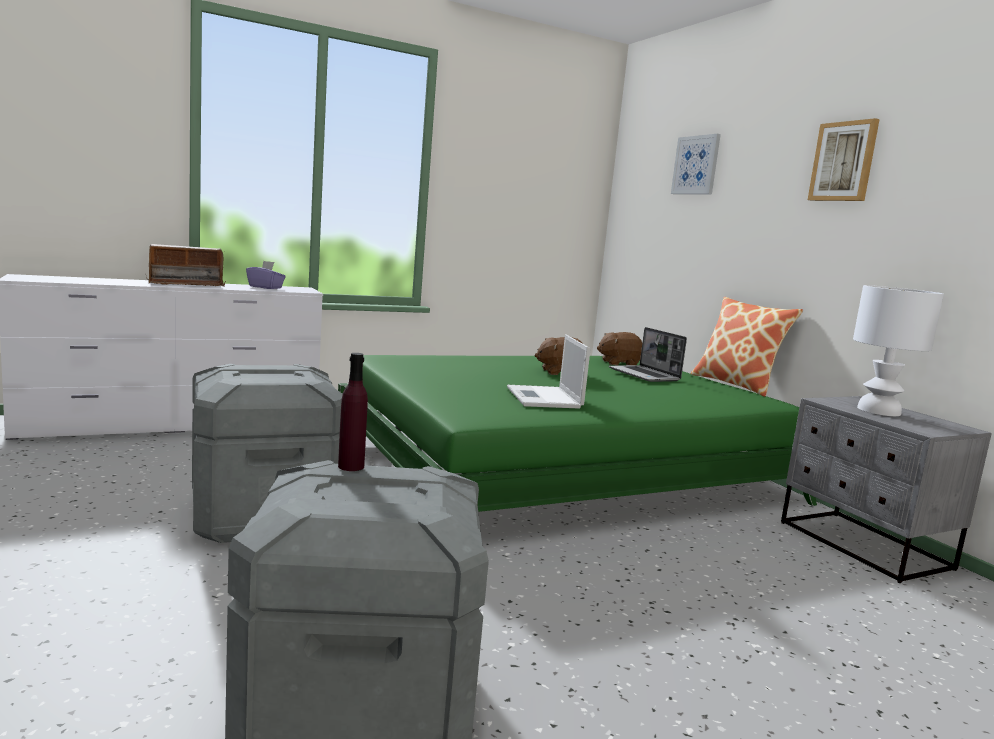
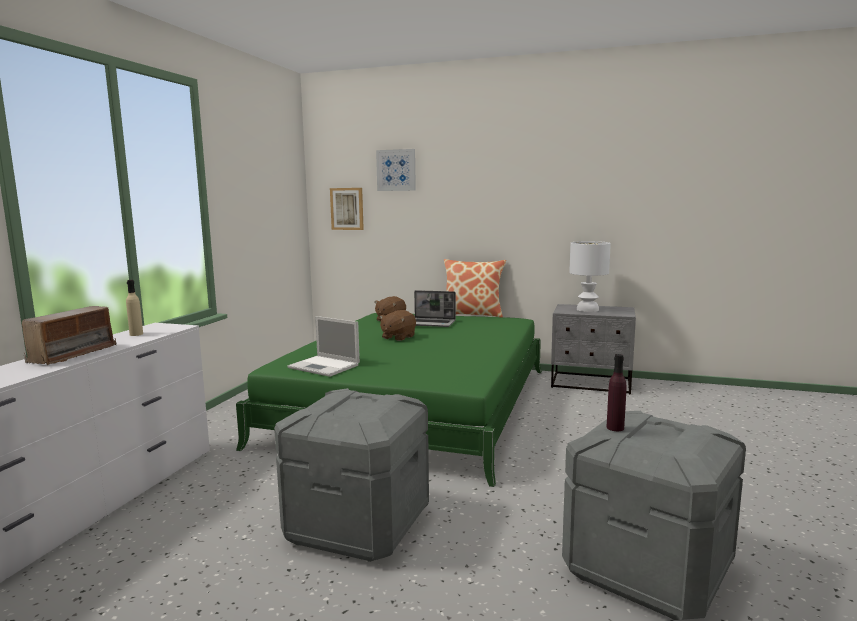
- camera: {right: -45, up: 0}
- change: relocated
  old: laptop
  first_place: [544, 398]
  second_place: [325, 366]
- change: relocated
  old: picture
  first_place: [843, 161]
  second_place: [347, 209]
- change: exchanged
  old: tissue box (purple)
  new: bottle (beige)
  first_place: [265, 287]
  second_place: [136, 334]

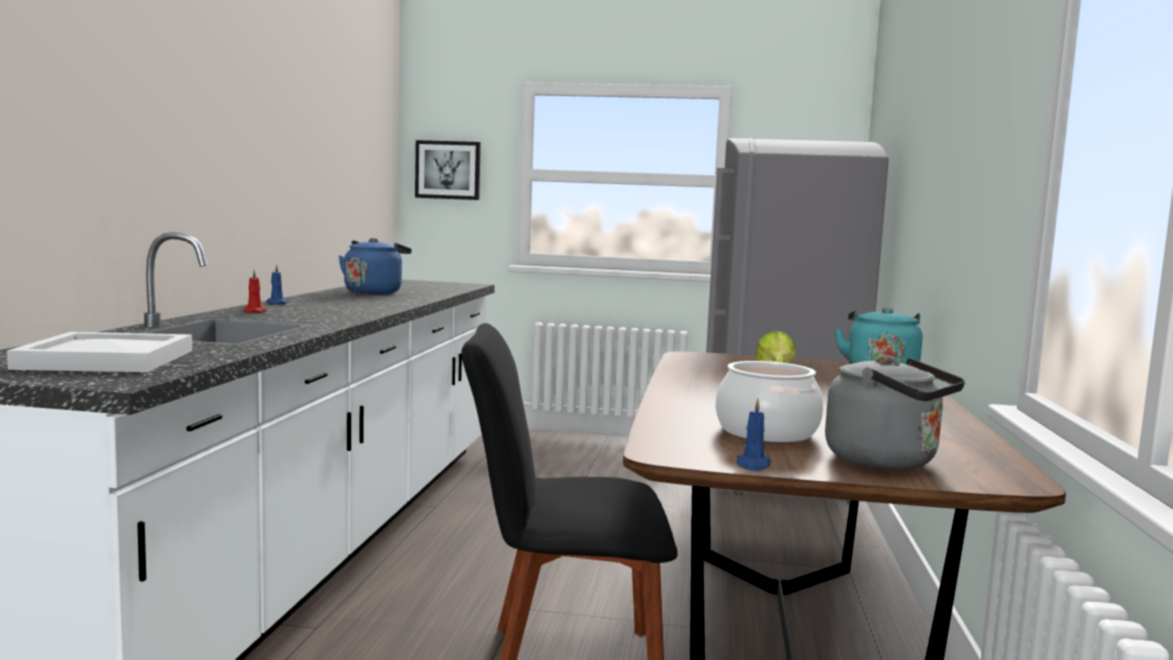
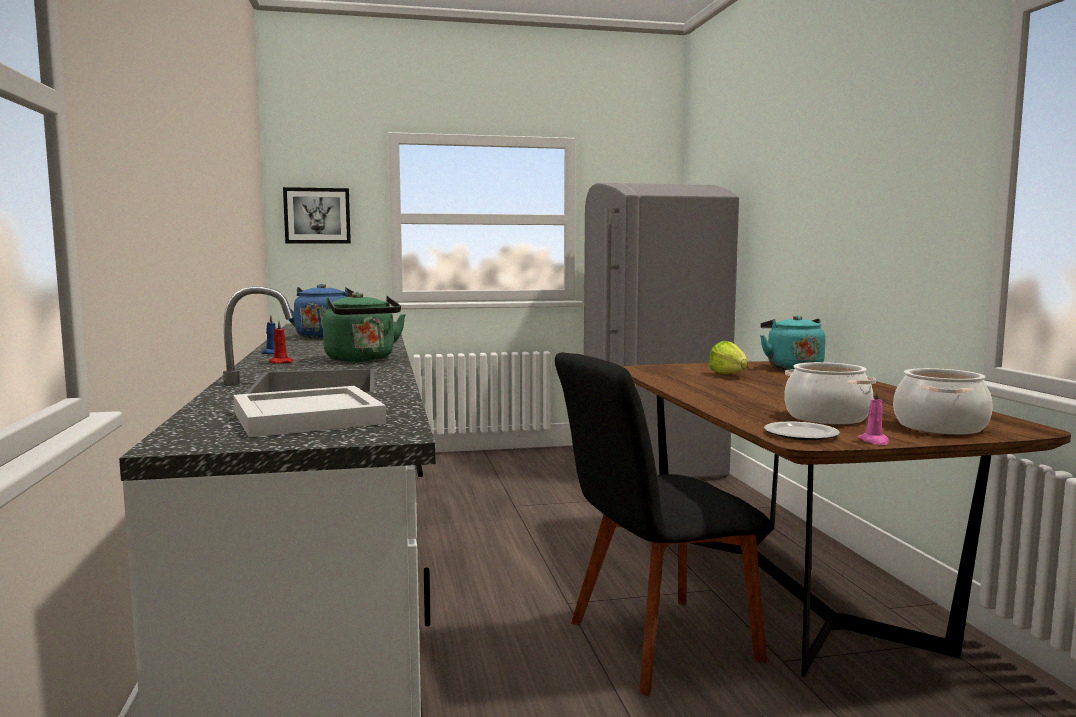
- camera: {right: -20, up: 0}
- change: appeared
  new: kettle (green)
  second_place: [362, 360]
- change: appeared
  new: plate
  second_place: [801, 434]
- change: exchanged
  old: kettle (grey)
  new: cooking pot
  first_place: [887, 461]
  second_place: [940, 427]
- change: colour
  old: candle (blue)
  new: candle (pink)
  first_place: [753, 465]
  second_place: [874, 441]

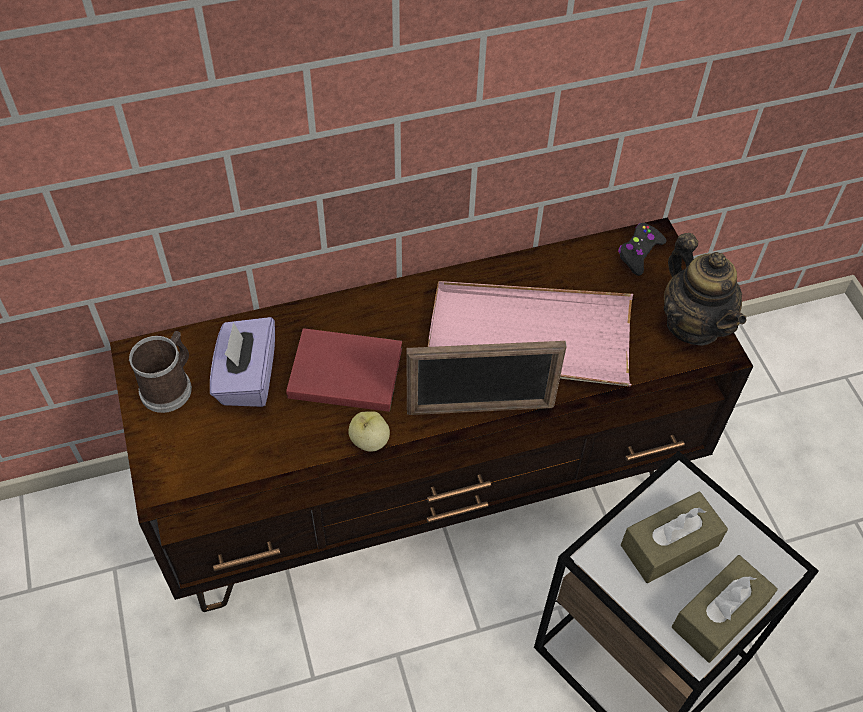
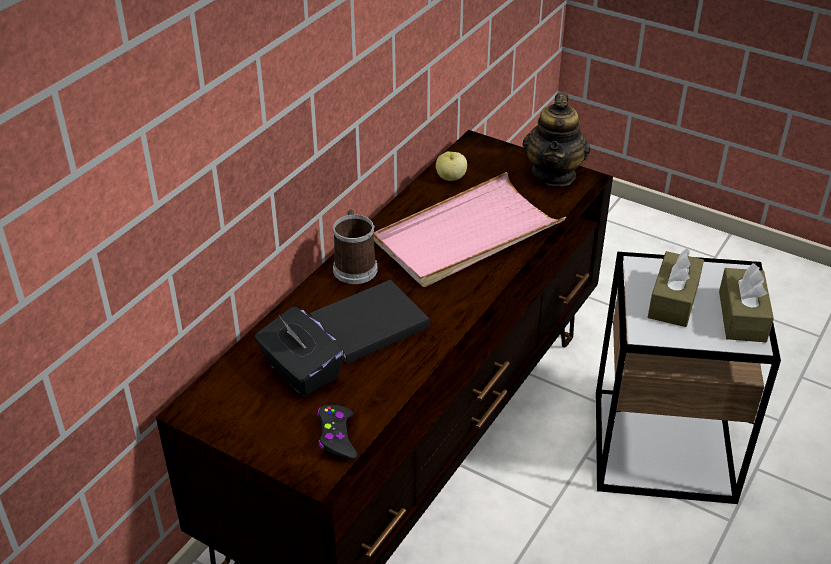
- camera: {right: -40, up: -15}
- change: missing
  old: picture frame
  first_place: [480, 409]
- change: relocated
  old: mug
  first_place: [170, 386]
  second_place: [354, 266]
- change: relocated
  old: apple
  first_place: [369, 441]
  second_place: [450, 178]
- change: relocated
  old: game controller (black)
  first_place: [639, 253]
  second_place: [336, 437]
- change: colour
  old: tissue box (purple)
  new: tissue box (black)
  first_place: [247, 378]
  second_place: [300, 371]
- change: colour
  old: book (red)
  new: book (black)
  first_place: [343, 371]
  second_place: [366, 325]
- change: spun
  old: teapot
  first_place: [693, 324]
  second_place: [554, 174]
  degrees: 75

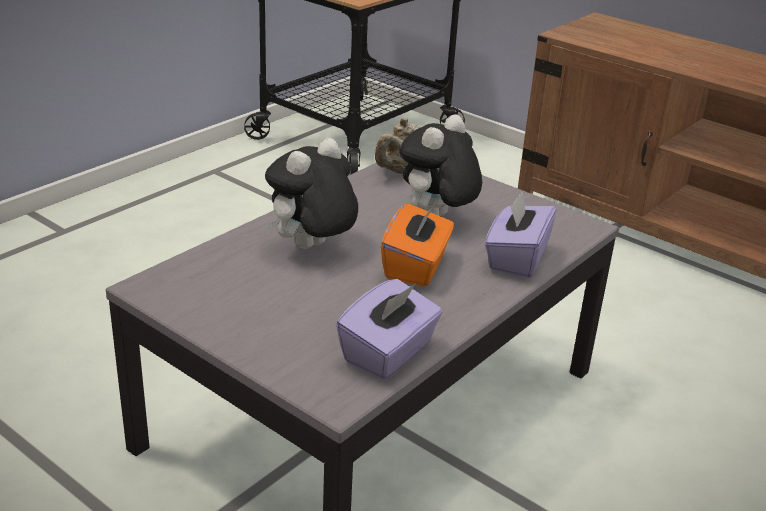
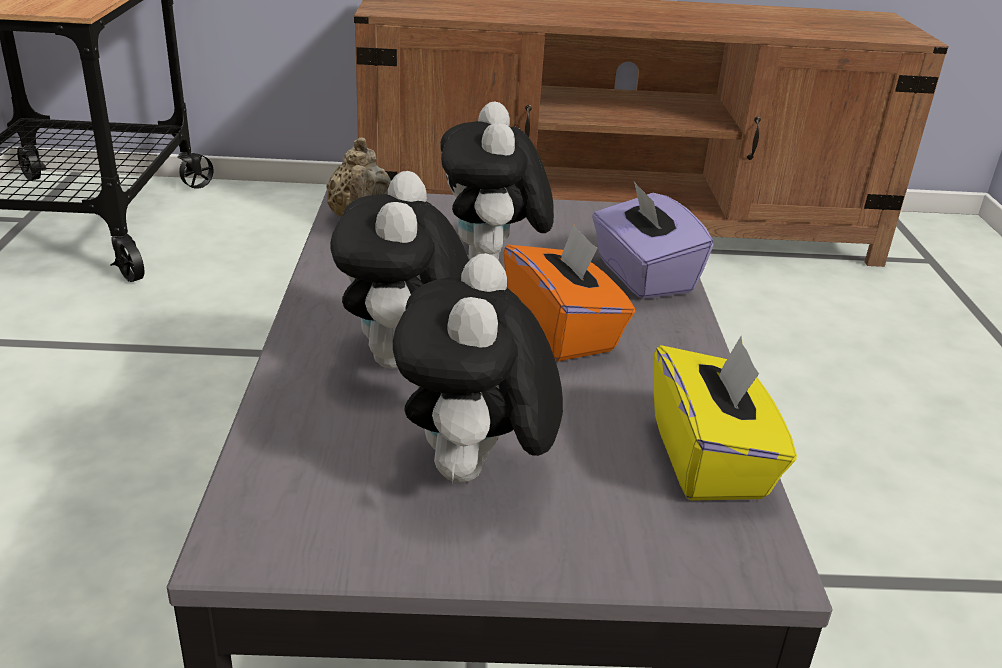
- camera: {right: -40, up: 0}
- change: appeared
  new: plush toy
  second_place: [474, 474]
- change: colour
  old: tissue box (purple)
  new: tissue box (yellow)
  first_place: [389, 353]
  second_place: [710, 460]

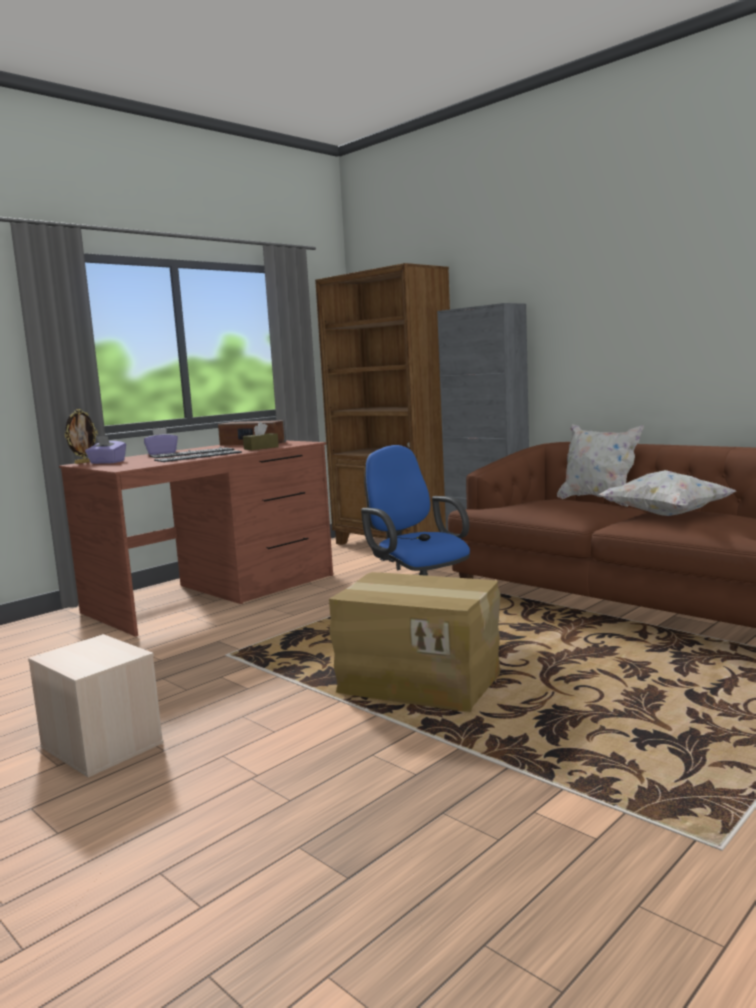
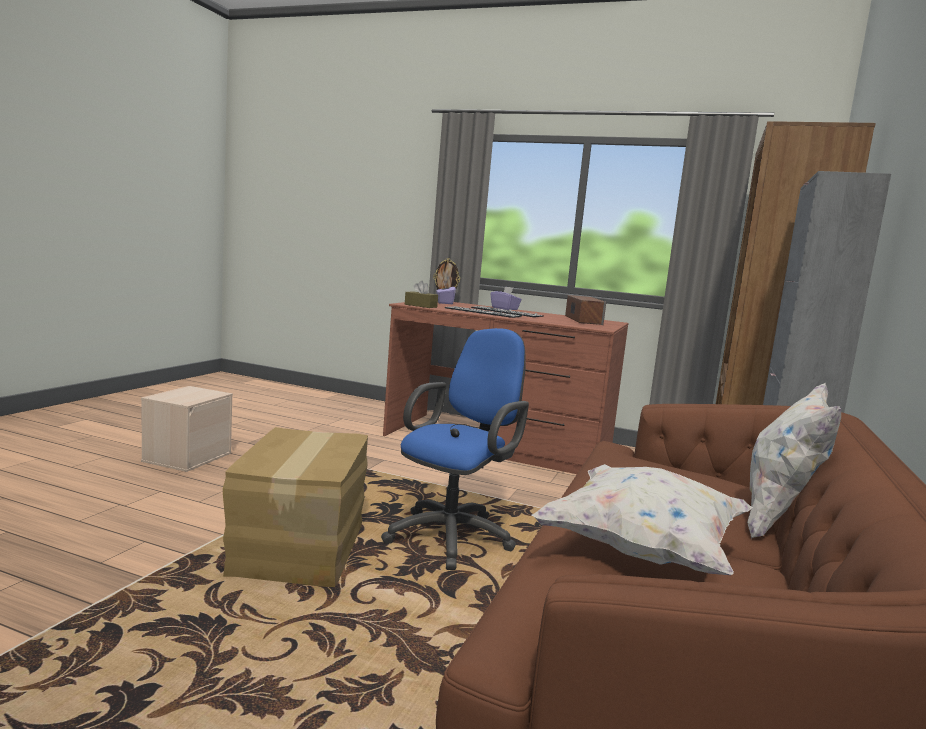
- camera: {right: 65, up: 0}
- change: relocated
  old: tissue box (brown)
  first_place: [261, 448]
  second_place: [420, 306]

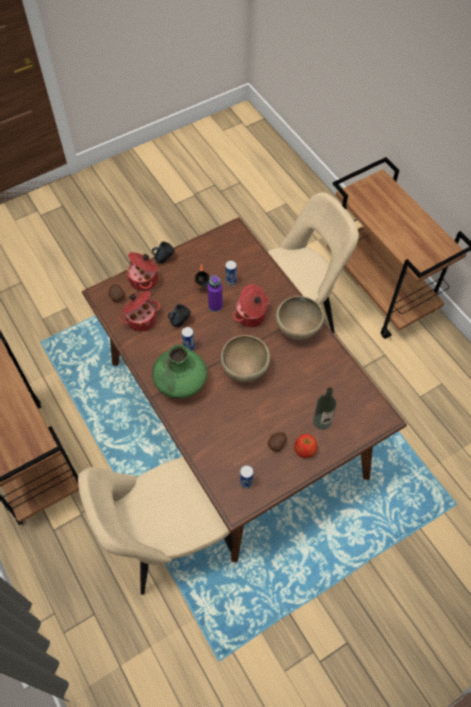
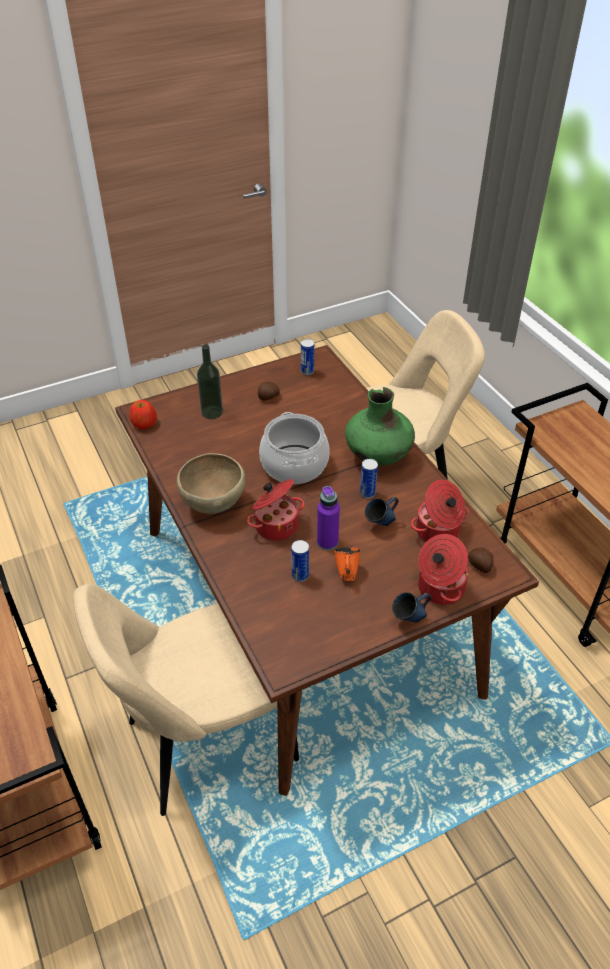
- camera: {right: -175, up: -15}
- change: relocated
  old: apple
  first_place: [305, 449]
  second_place: [144, 423]
- change: exchanged
  old: bowl (brown)
  new: cooking pot
  first_place: [244, 370]
  second_place: [295, 465]

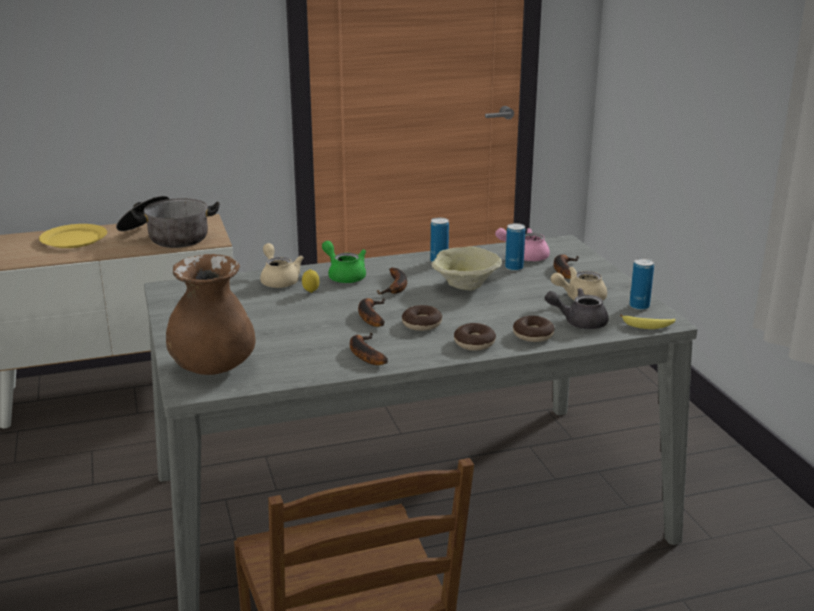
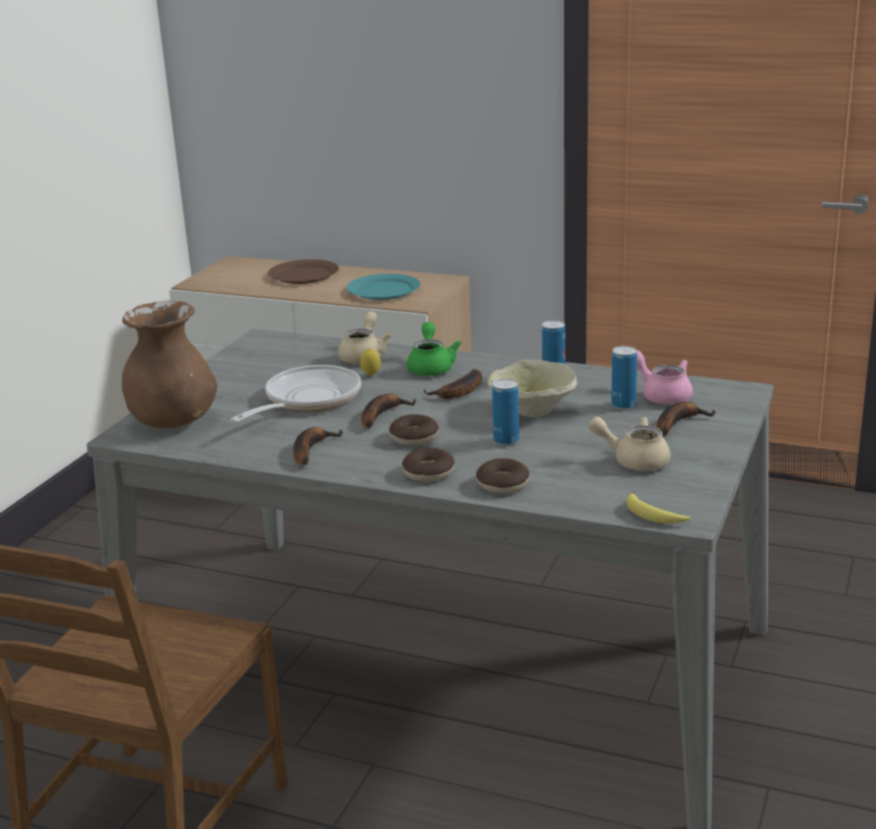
- camera: {right: 40, up: 0}
- change: missing
  old: teapot (grey)
  first_place: [579, 322]
- change: appeared
  new: frying pan
  second_place: [307, 400]
- change: relocated
  old: can
  first_place: [639, 306]
  second_place: [506, 441]
- change: exchanged
  old: cooking pot
  new: plate (turquoise)
  first_place: [167, 237]
  second_place: [383, 290]
- change: colour
  old: plate (yellow)
  new: plate (brown)
  first_place: [73, 239]
  second_place: [303, 275]

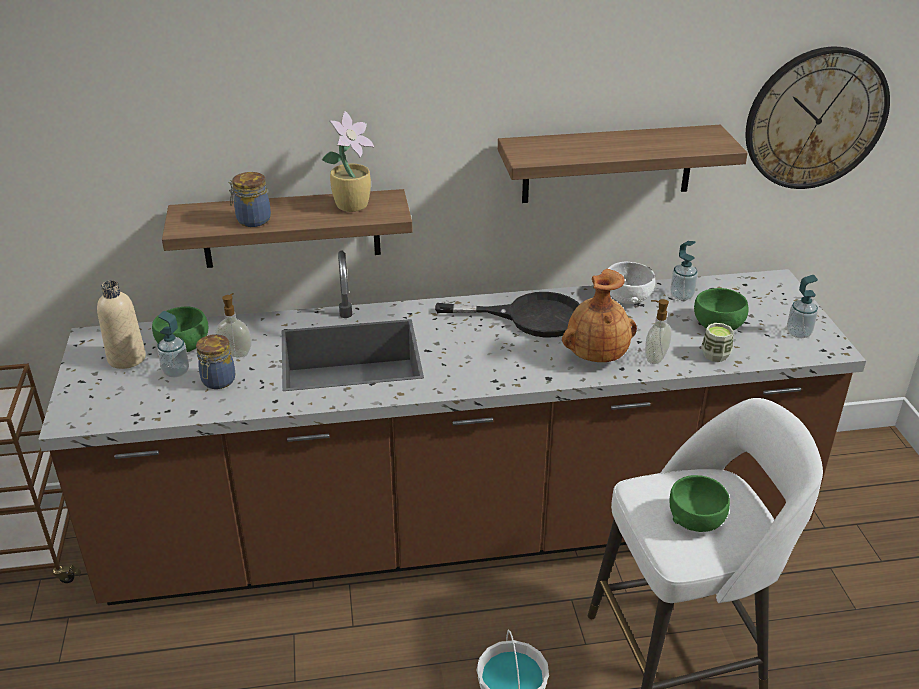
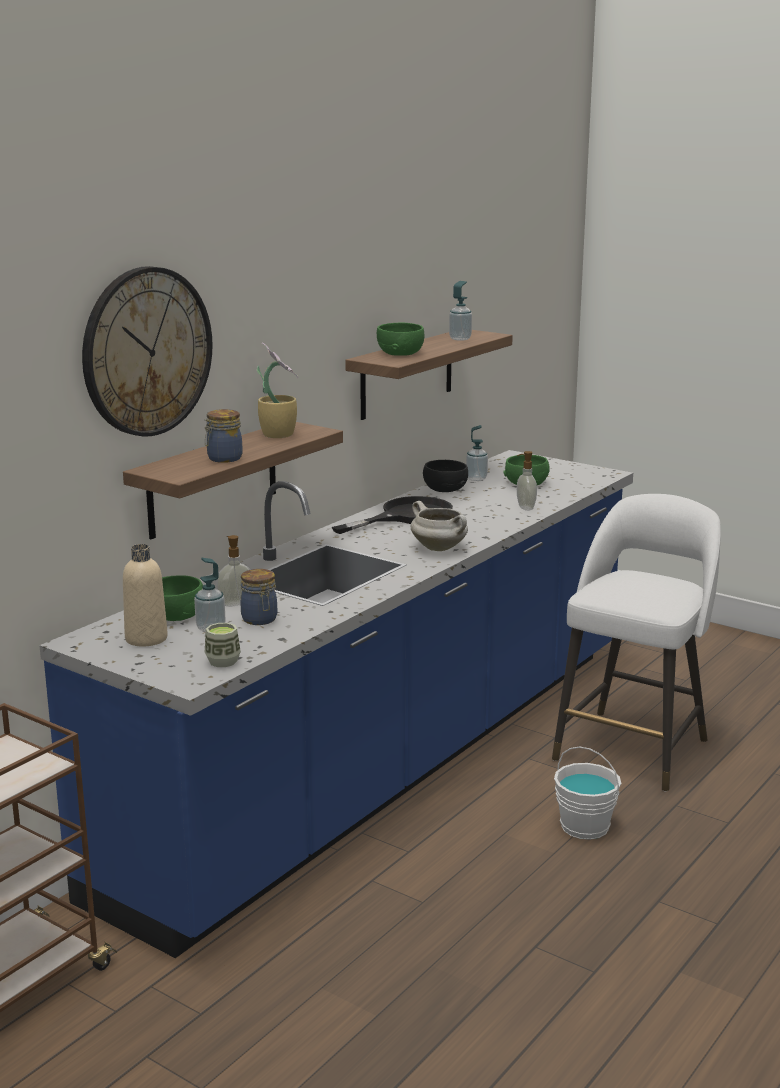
- camera: {right: -45, up: -15}
- change: missing
  old: vase (brown)
  first_place: [596, 355]
- change: appeared
  new: cooking pot (white)
  second_place: [440, 548]
- change: relocated
  old: bowl (green)
  first_place: [696, 518]
  second_place: [400, 353]
- change: relocated
  old: cup
  first_place: [715, 355]
  second_place: [223, 661]
- change: relocated
  old: wall clock
  first_place: [815, 118]
  second_place: [147, 351]
- change: relocated
  old: soap dispenser
  first_place: [798, 333]
  second_place: [460, 339]
- change: colour
  old: counter (brown)
  new: counter (blue)
  first_place: [459, 530]
  second_place: [390, 764]
- change: colour
  old: bowl (white)
  new: bowl (black)
  first_place: [627, 296]
  second_place: [445, 489]

